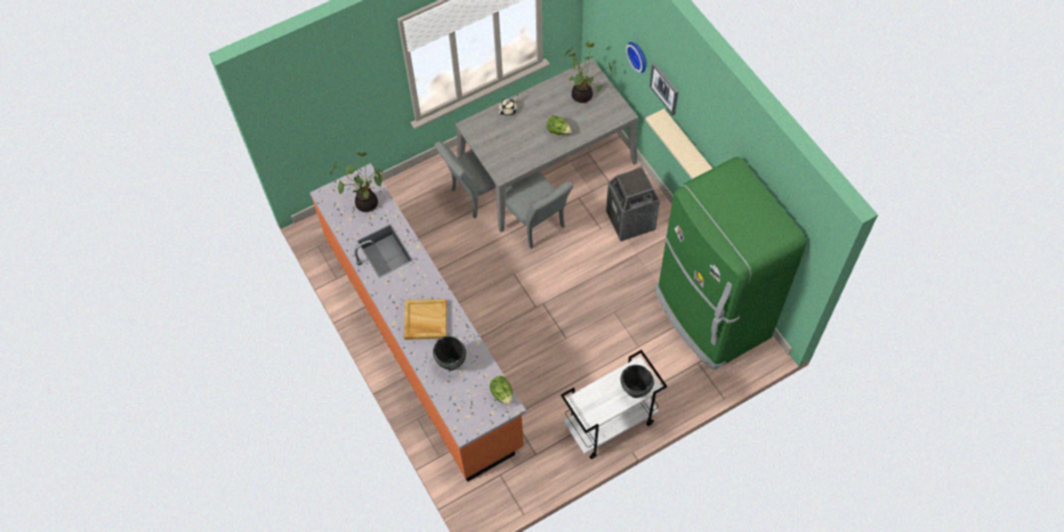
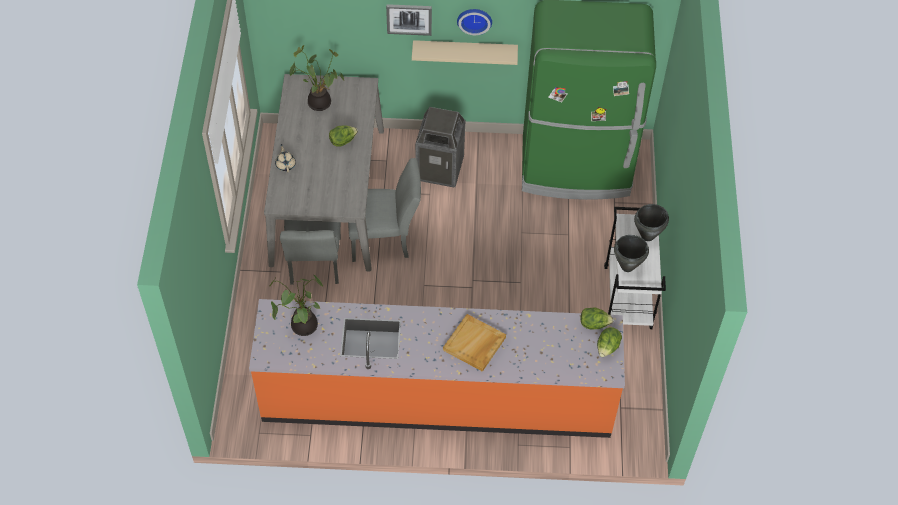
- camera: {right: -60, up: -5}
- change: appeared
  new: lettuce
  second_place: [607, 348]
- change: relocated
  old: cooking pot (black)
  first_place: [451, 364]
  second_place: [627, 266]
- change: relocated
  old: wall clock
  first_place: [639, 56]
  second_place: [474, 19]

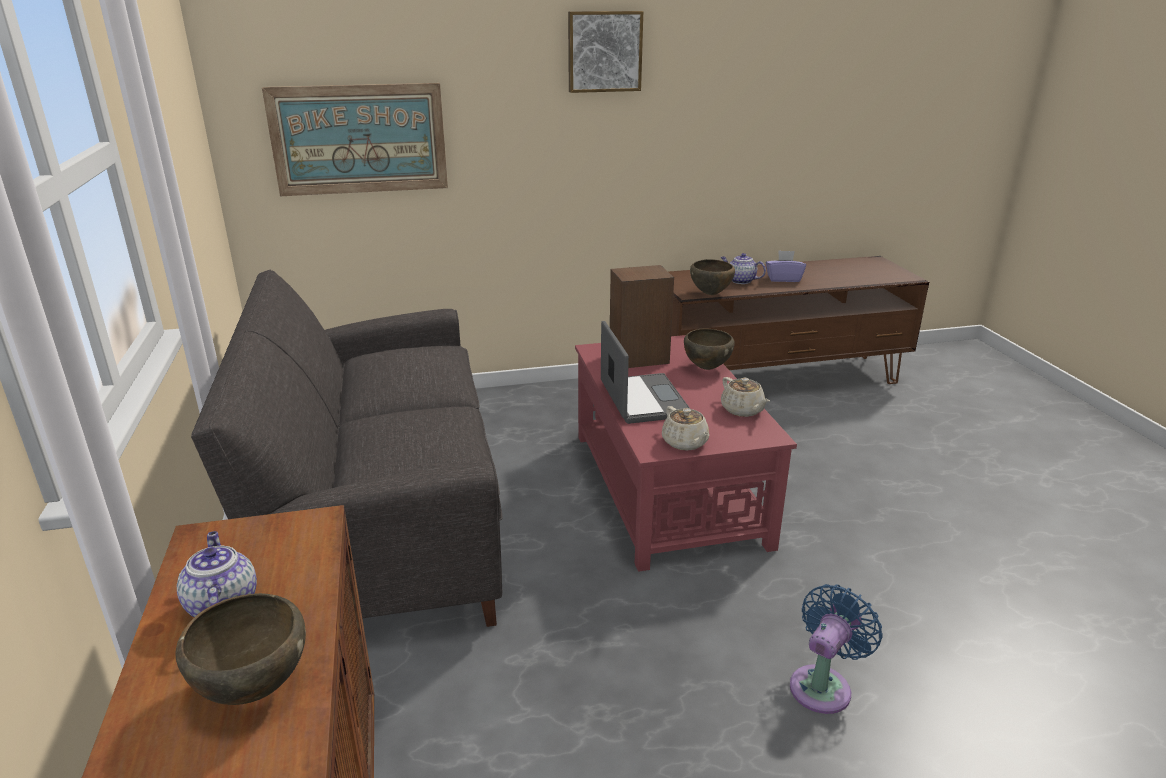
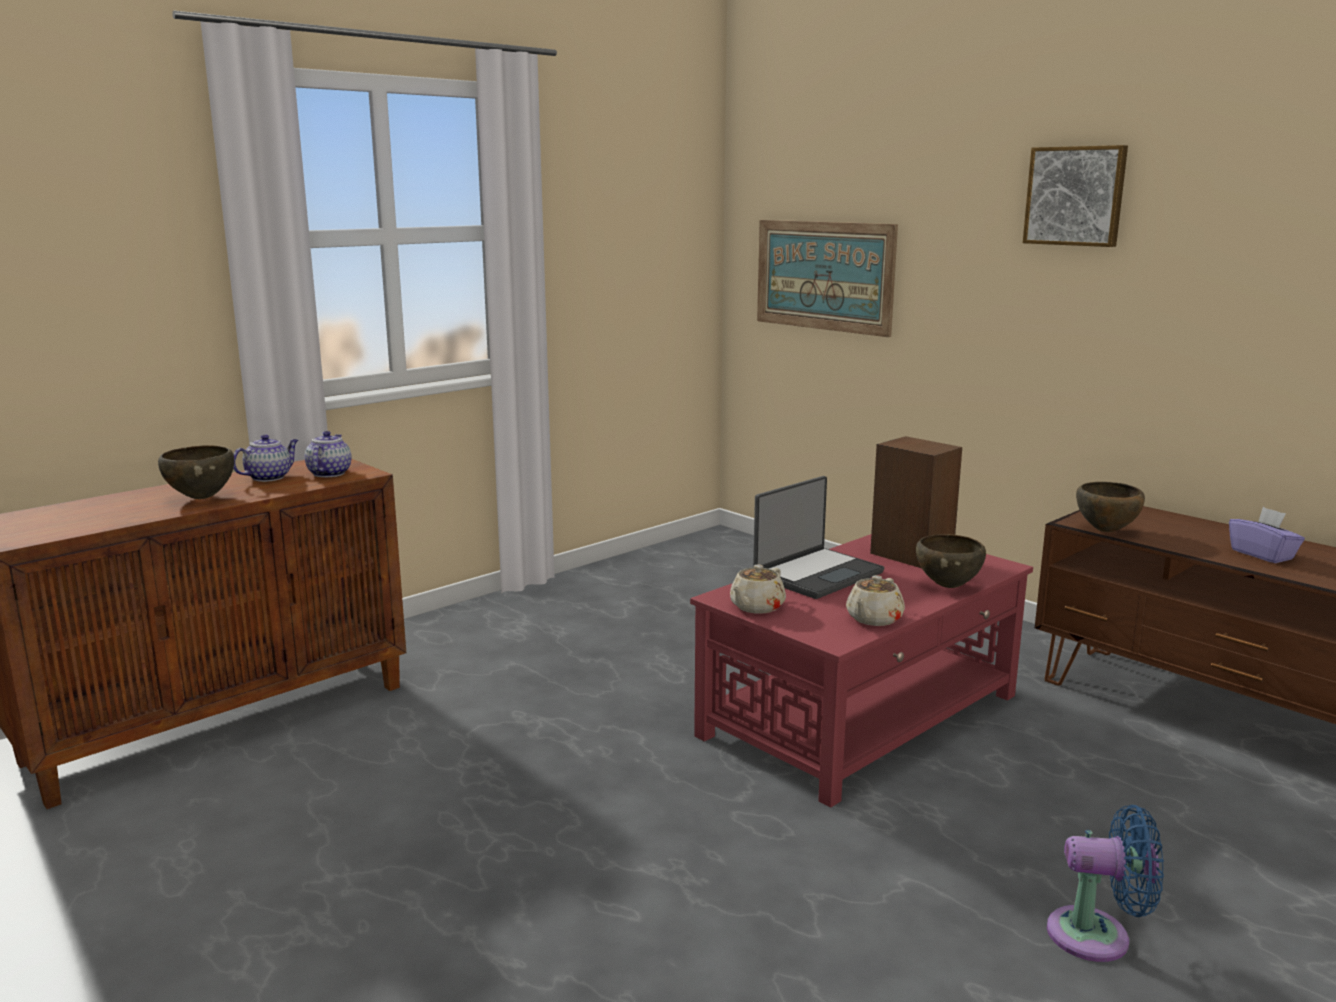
- camera: {right: 60, up: -10}
- change: missing
  old: sofa (grey)
  first_place: [383, 525]
- change: relocated
  old: teapot
  first_place: [740, 281]
  second_place: [329, 473]
- change: relocated
  old: fan (blue)
  first_place: [823, 685]
  second_place: [1097, 936]

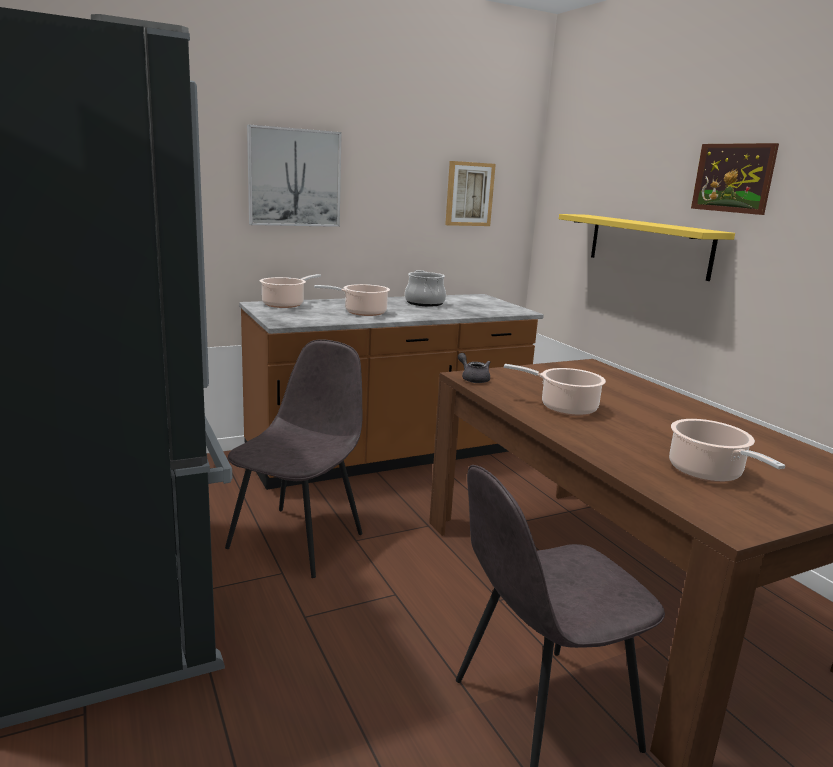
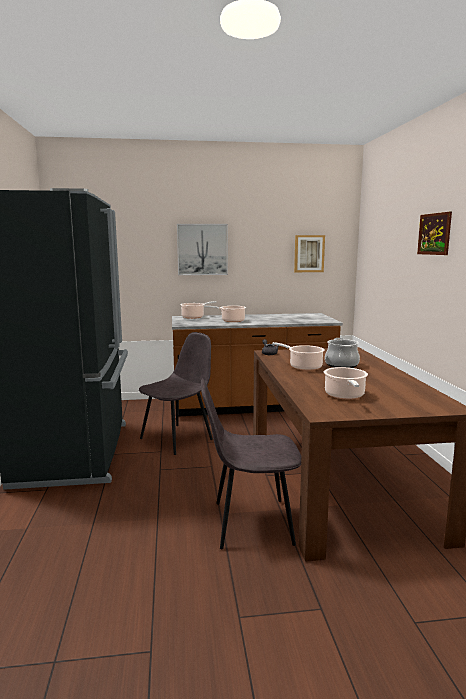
- camera: {right: 20, up: -5}
- change: missing
  old: shelf (yellow)
  first_place: [648, 245]
- change: relocated
  old: cooking pot
  first_place: [424, 303]
  second_place: [341, 365]

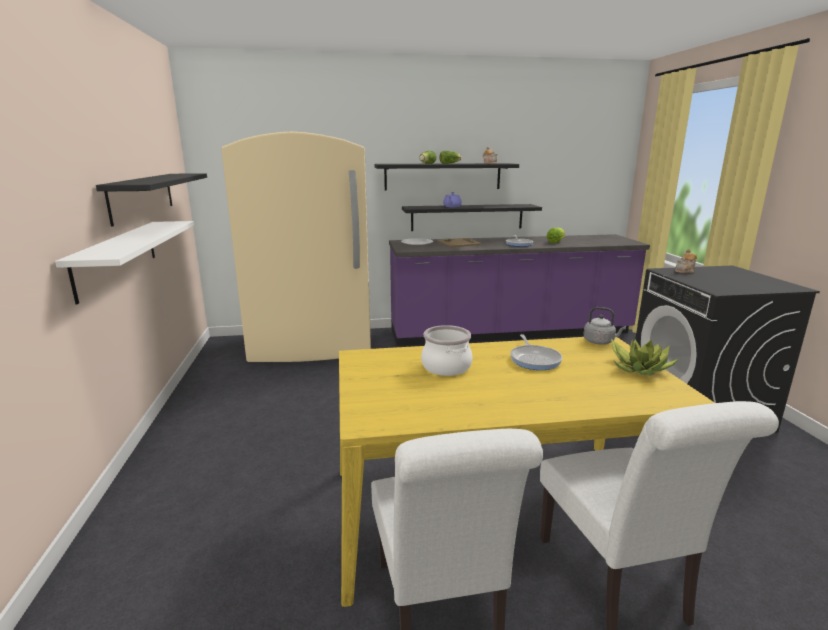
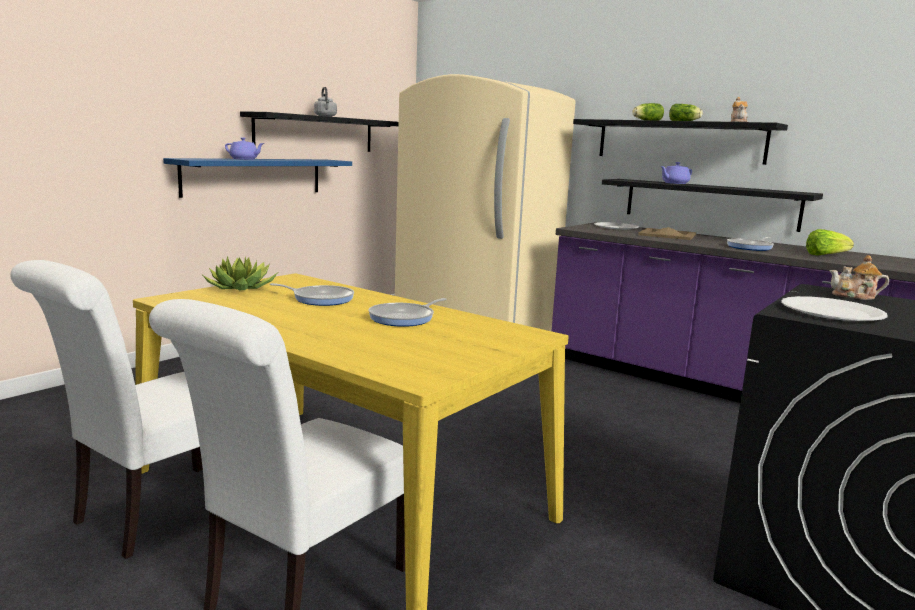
- camera: {right: 45, up: -5}
- change: appeared
  new: teapot (purple)
  second_place: [244, 159]
- change: appeared
  new: plate (white)
  second_place: [831, 312]
- change: relocated
  old: kettle (grey)
  first_place: [600, 342]
  second_place: [325, 116]
- change: relocated
  old: potted plant
  first_place: [639, 368]
  second_place: [242, 288]
- change: exchanged
  old: cooking pot
  new: frying pan
  first_place: [446, 367]
  second_place: [320, 299]
- change: colour
  old: shelf (white)
  new: shelf (blue)
  first_place: [117, 257]
  second_place: [254, 176]

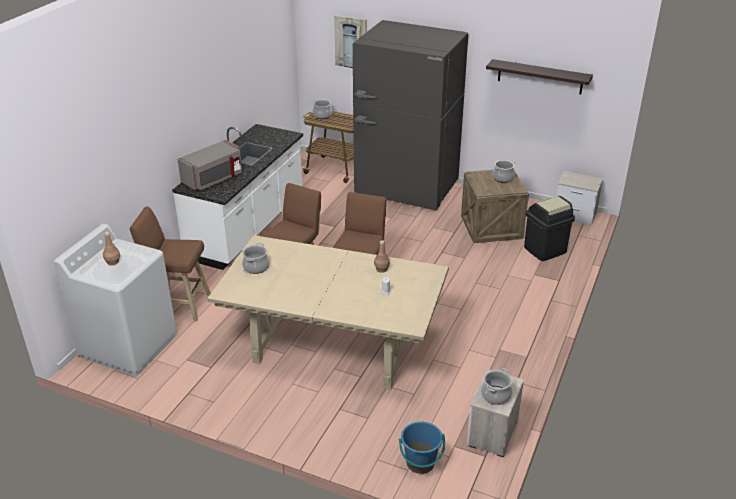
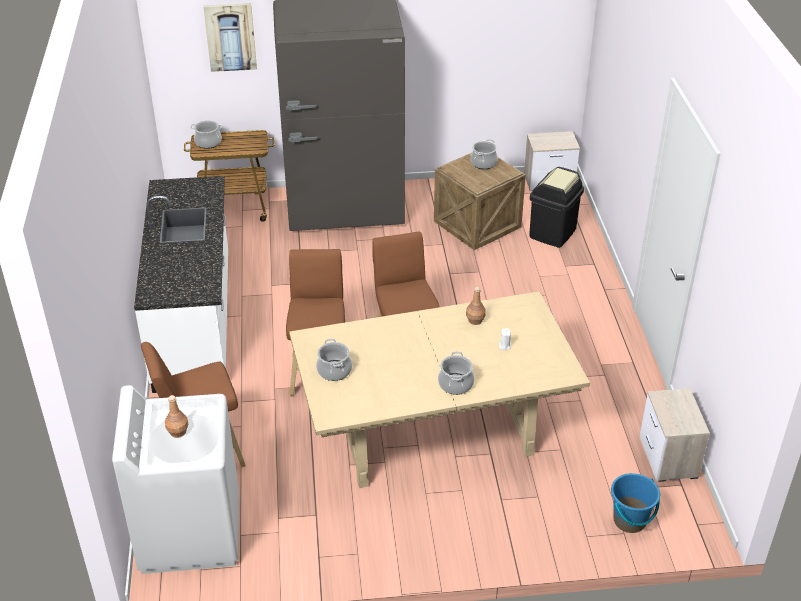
- camera: {right: -30, up: 5}
- change: missing
  old: microwave (grey)
  first_place: [213, 179]
- change: missing
  old: shelf
  first_place: [540, 77]
- change: relocated
  old: cooking pot
  first_place: [495, 395]
  second_place: [455, 384]

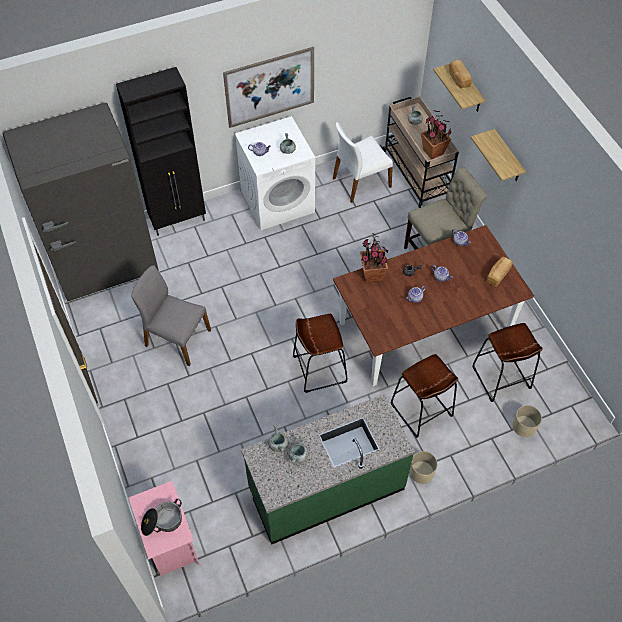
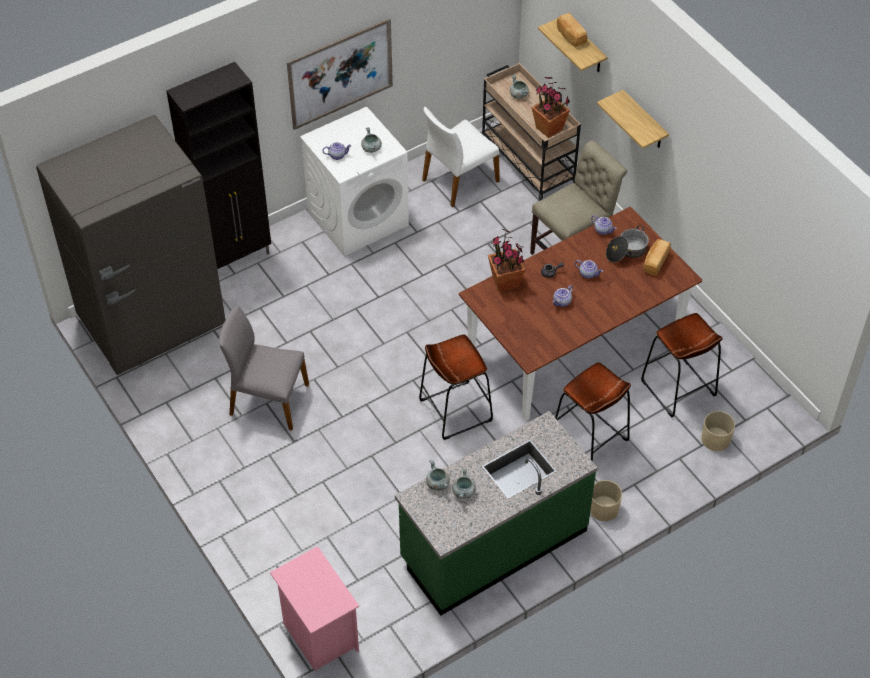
- camera: {right: -10, up: -5}
- change: relocated
  old: cooking pot
  first_place: [162, 522]
  second_place: [626, 251]

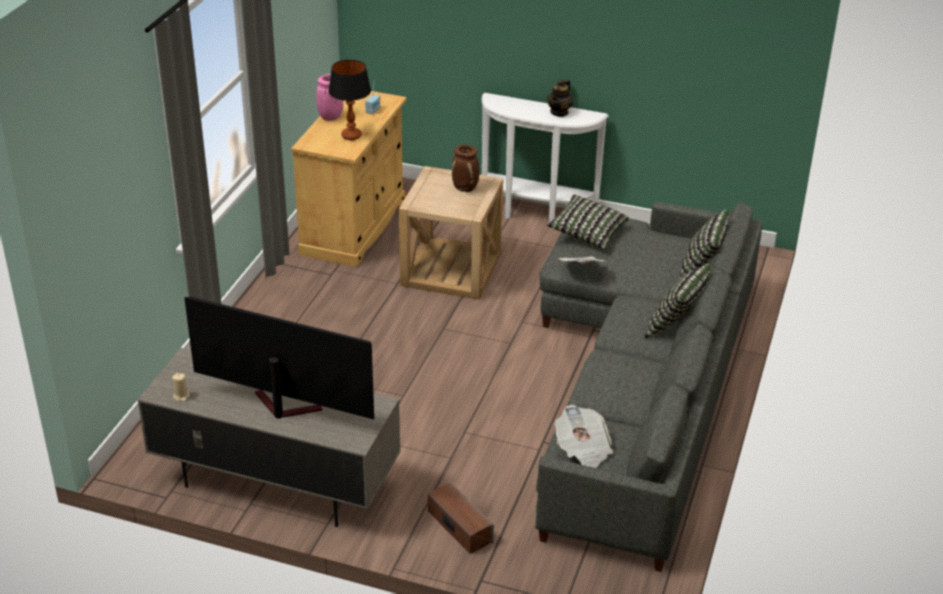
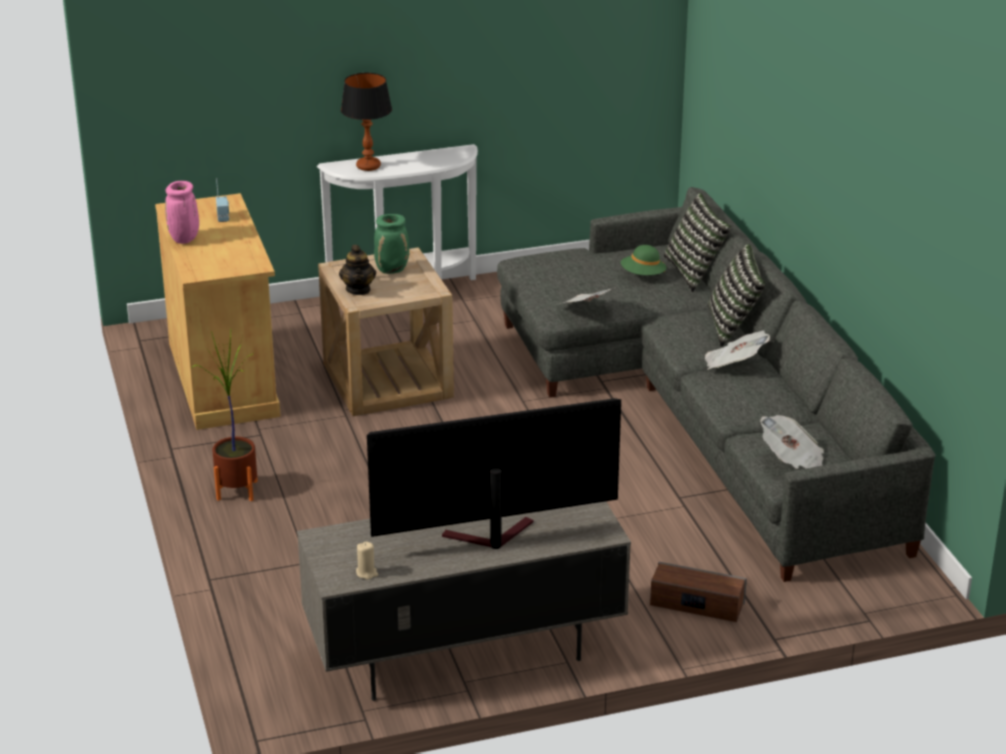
- camera: {right: -35, up: -5}
- change: missing
  old: pillow
  first_place: [587, 233]
- change: appeared
  new: potted plant
  second_place: [236, 490]
- change: appeared
  new: hat (green)
  second_place: [643, 275]
- change: appeared
  new: newspaper
  second_place: [734, 365]
- change: relocated
  old: table lamp
  first_place: [351, 136]
  second_place: [368, 166]
- change: relocated
  old: teapot
  first_place: [559, 112]
  second_place: [358, 289]
- change: colour
  old: vase (brown)
  new: vase (green)
  first_place: [466, 188]
  second_place: [392, 270]

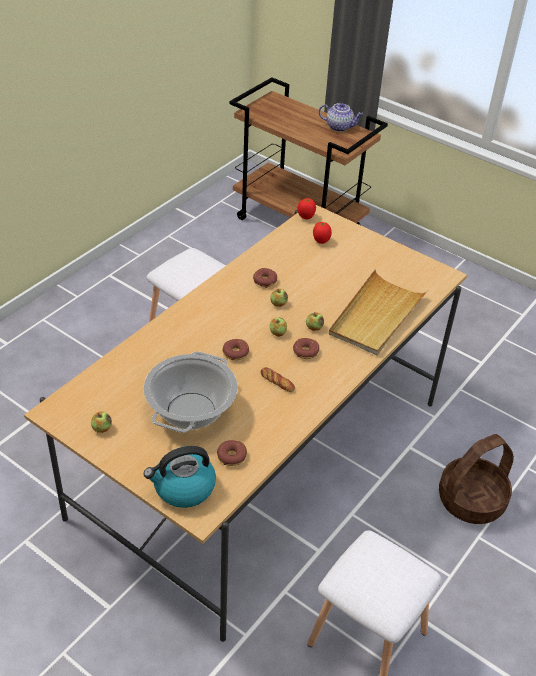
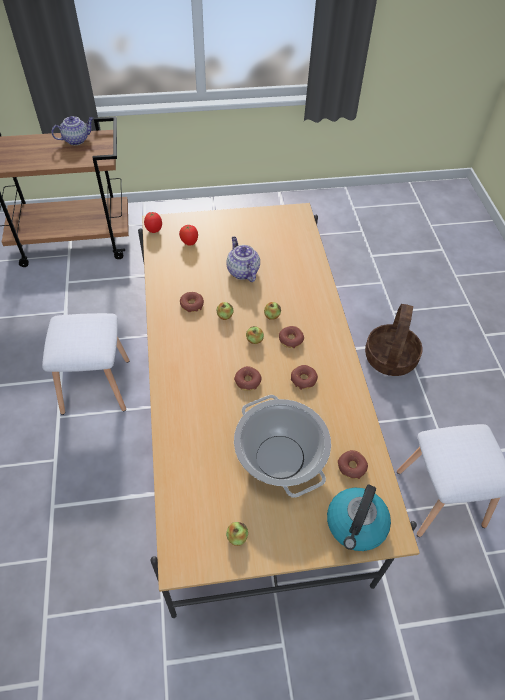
- camera: {right: -45, up: 10}
- change: missing
  old: tray (beige)
  first_place: [376, 316]
- change: appeared
  new: teapot
  second_place: [242, 271]
- change: exchanged
  old: bread
  new: donut
  first_place: [277, 382]
  second_place: [303, 379]

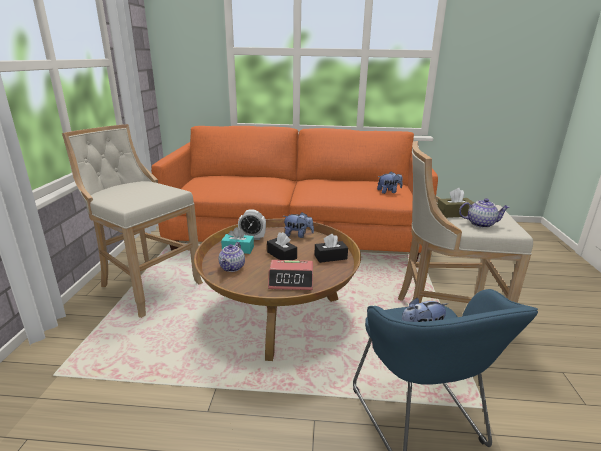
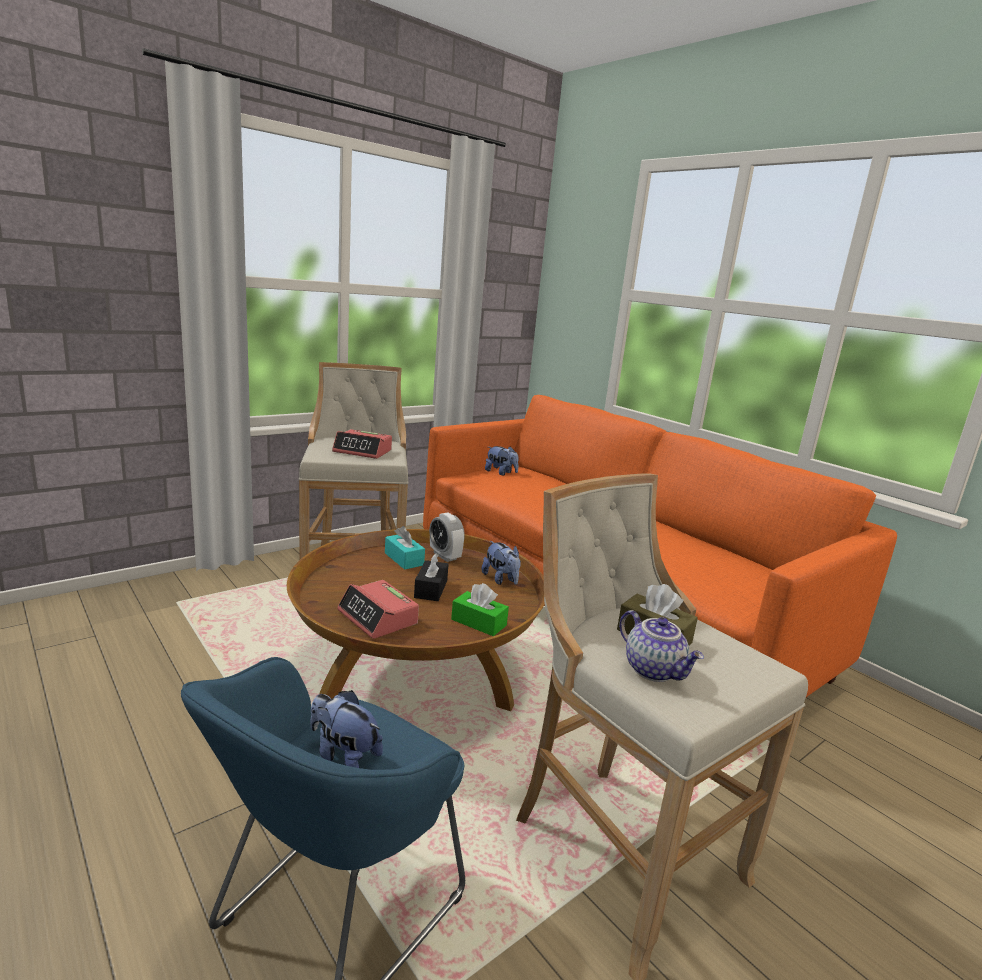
- camera: {right: 45, up: -5}
- change: missing
  old: teapot
  first_place: [232, 268]
- change: appeared
  new: alarm clock
  second_place: [363, 451]
- change: relocated
  old: plush toy
  first_place: [389, 192]
  second_place: [501, 473]
- change: colour
  old: tissue box (black)
  new: tissue box (green)
  first_place: [330, 257]
  second_place: [478, 622]

